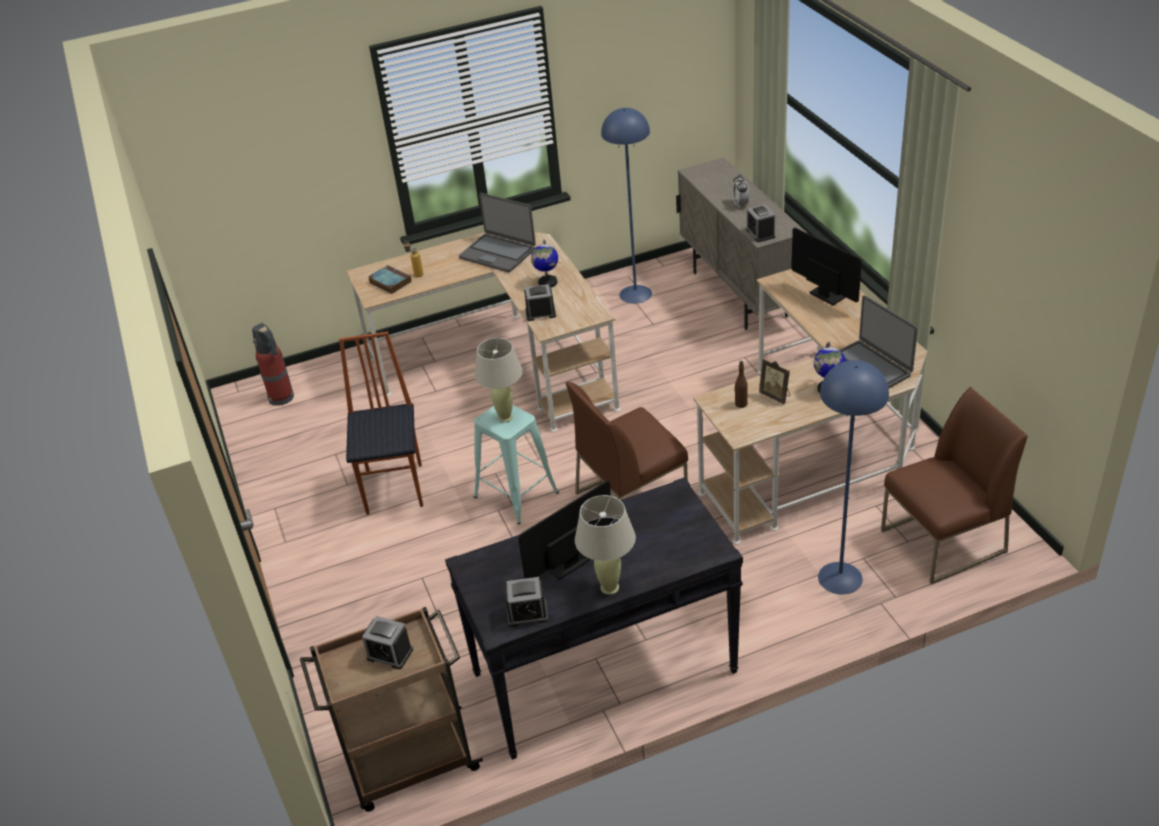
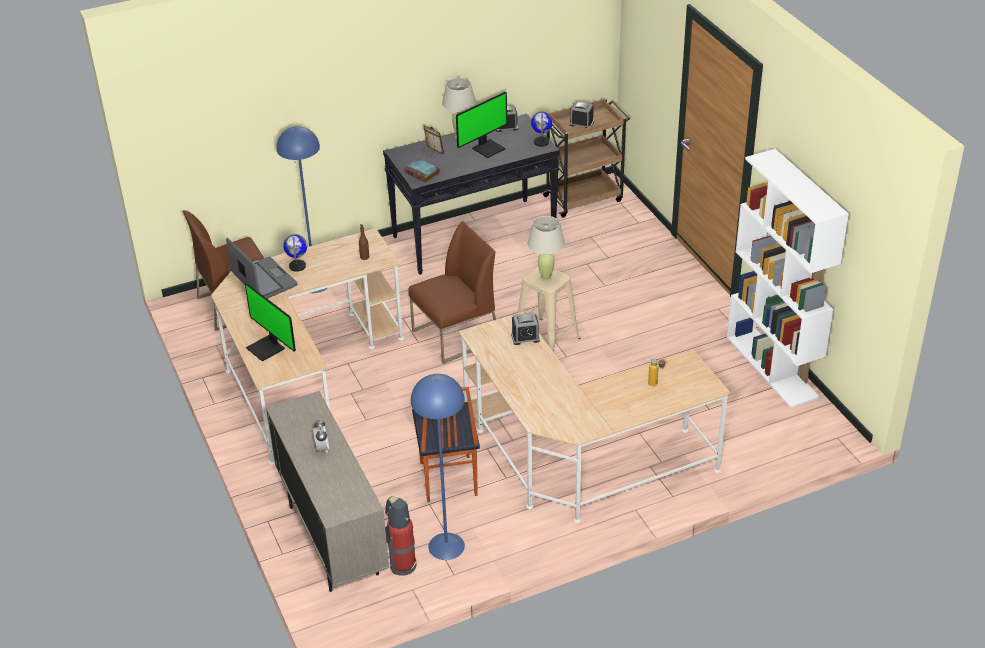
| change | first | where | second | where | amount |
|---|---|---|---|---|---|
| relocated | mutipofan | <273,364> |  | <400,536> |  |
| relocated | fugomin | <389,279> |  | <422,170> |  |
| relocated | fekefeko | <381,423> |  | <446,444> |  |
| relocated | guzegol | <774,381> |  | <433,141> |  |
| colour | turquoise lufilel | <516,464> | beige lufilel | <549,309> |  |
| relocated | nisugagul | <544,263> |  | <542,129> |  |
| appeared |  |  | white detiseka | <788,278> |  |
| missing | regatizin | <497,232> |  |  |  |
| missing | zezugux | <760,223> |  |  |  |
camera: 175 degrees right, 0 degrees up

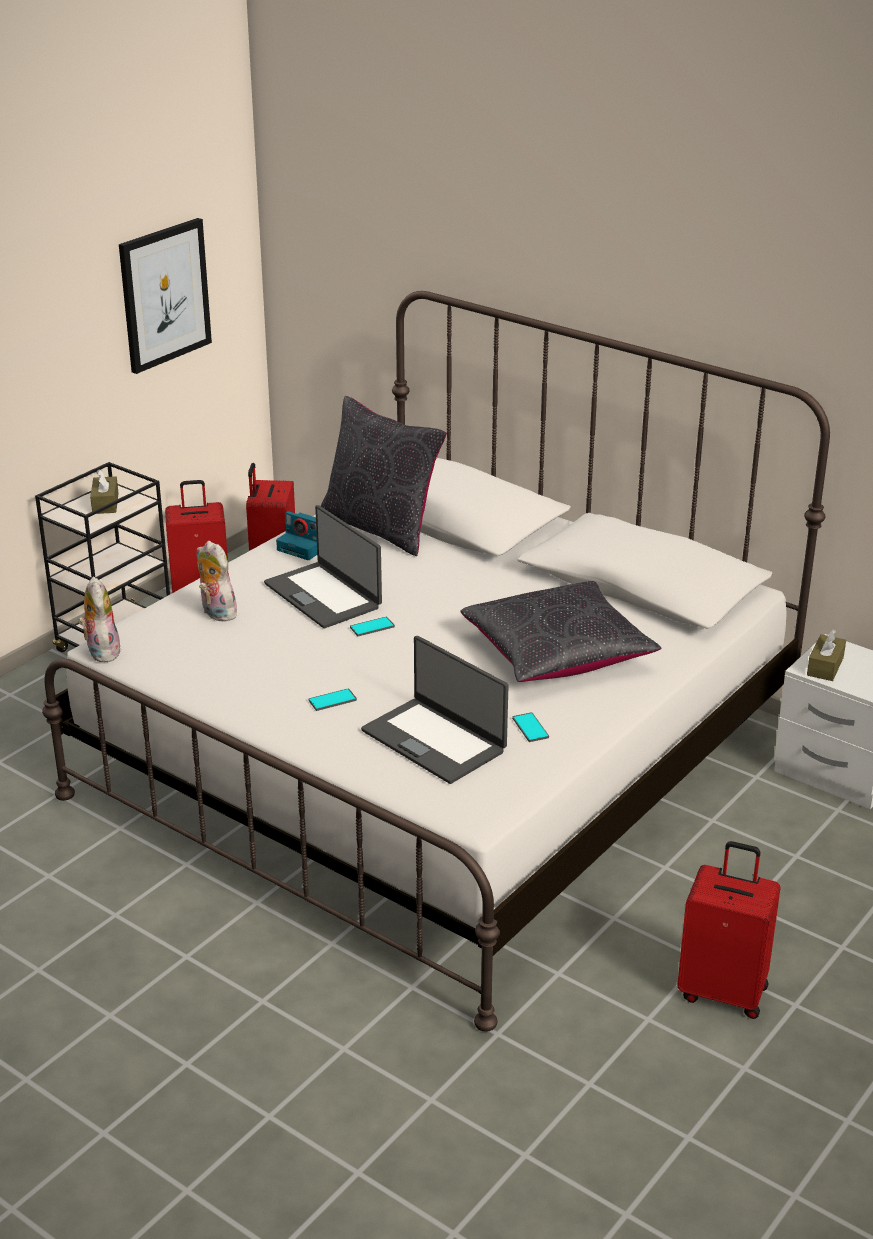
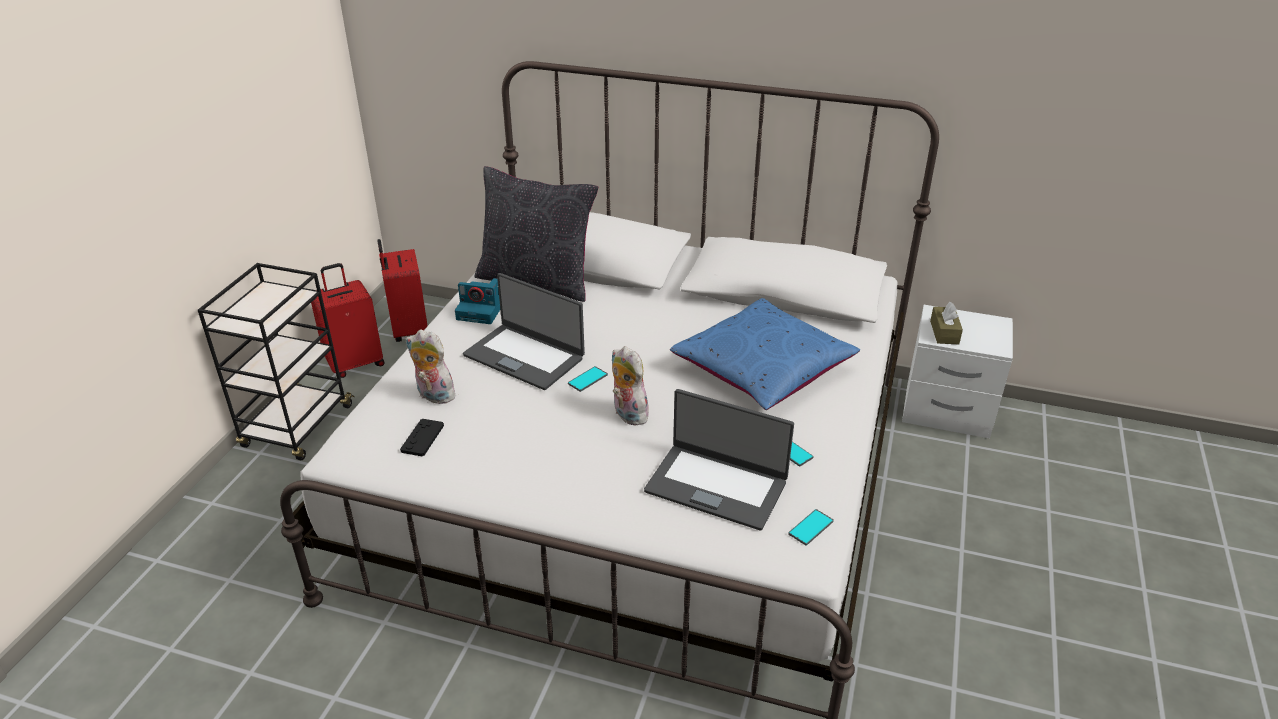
| change | first | where | second | where | amount |
|---|---|---|---|---|---|
| appeared |  |  | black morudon | <422,438> |  |
| relocated | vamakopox | <99,619> |  | <630,386> |  |
| colour | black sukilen | <560,631> | blue sukilen | <765,354> |  |
| relocated | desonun | <333,699> |  | <811,527> |  |
| missing | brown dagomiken | <104,491> |  |  |  |
| missing | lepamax | <165,296> |  |  |  |
| missing | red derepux | <729,930> |  |  |  |
camera: 20 degrees left, 5 degrees up

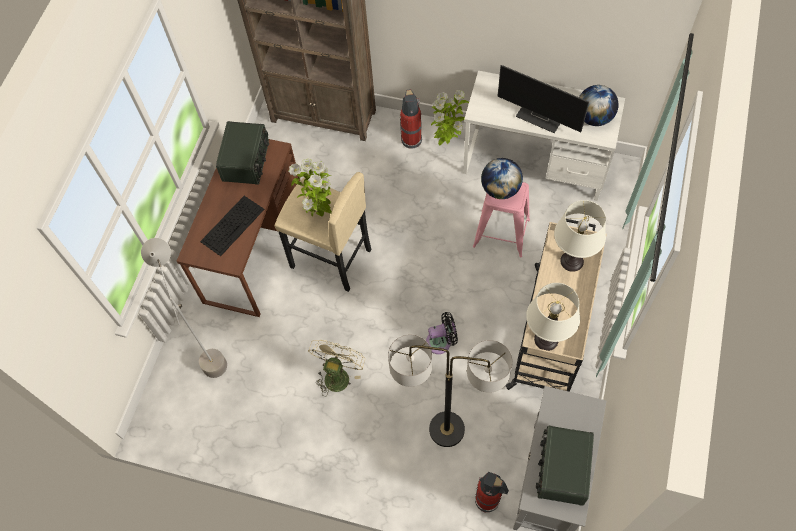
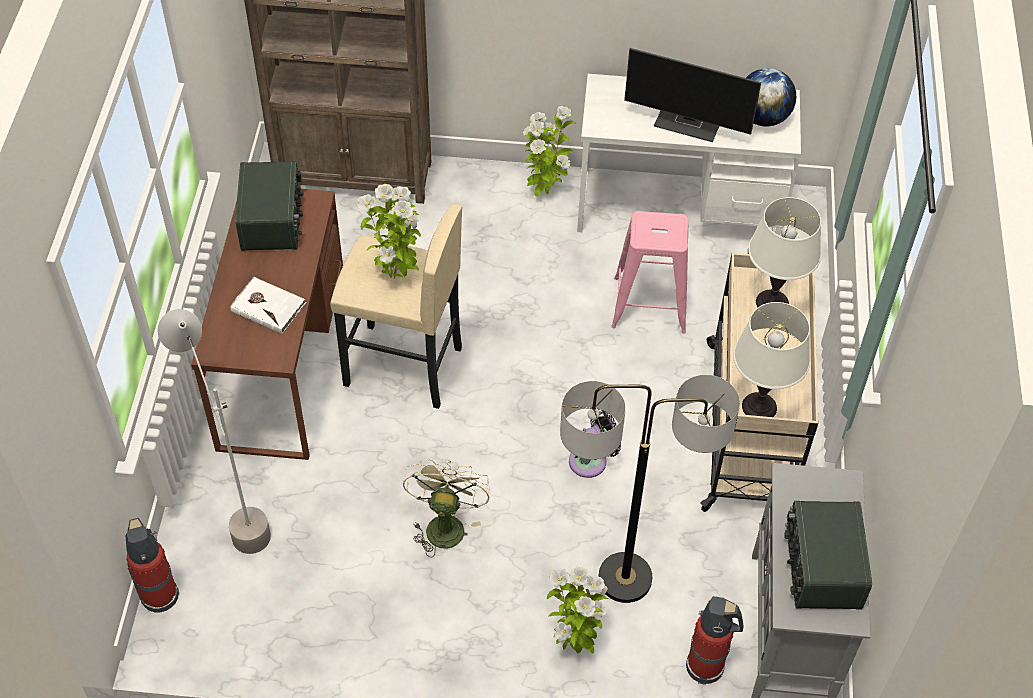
| change | first | where | second | where | amount |
|---|---|---|---|---|---|
| relocated | mutipofan | <411,119> |  | <152,565> |  |
| exchanged | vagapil | <232,226> | white fugomin | <268,305> |  |
| appeared |  |  | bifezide | <578,610> |  |
| missing | nisugagul | <502,178> |  |  |  |
camera: 15 degrees left, 10 degrees down

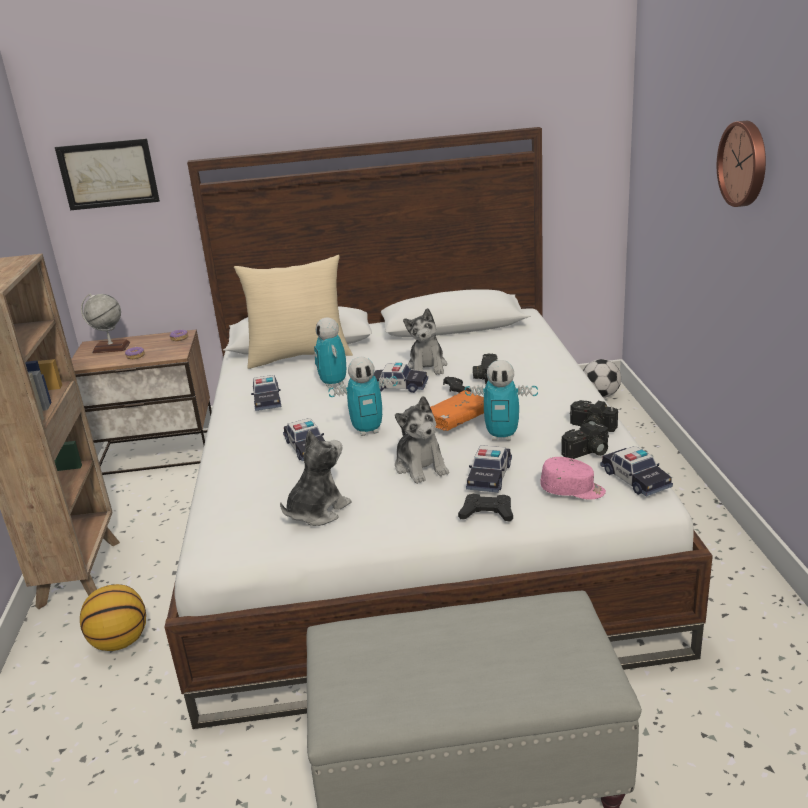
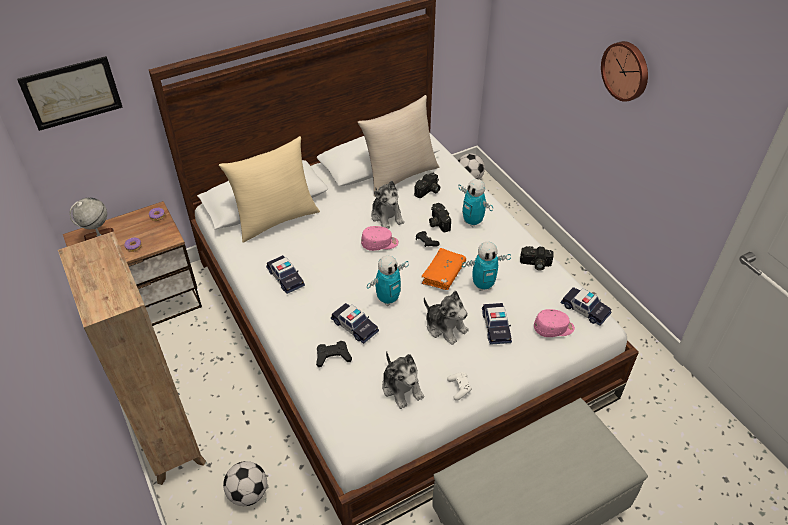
| change | first | where | second | where | amount |
|---|---|---|---|---|---|
| exchanged | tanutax | <113,617> | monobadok | <245,483> |  |
| relocated | black morudon | <485,508> |  | <334,354> |  |
| appeared |  |  | beige sukilen | <398,146> |  |
| exchanged | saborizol | <401,378> | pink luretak | <380,238> |  |
| spun | vamakopox | <316,478> |  | <403,380> | 135 degrees clockwise |
| relocated | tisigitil | <585,441> |  | <427,185> |  |
| appeared |  |  | white morudon | <459,386> |  |
| relocated | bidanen | <330,353> |  | <475,203> |  |
camera: 25 degrees left, 20 degrees up

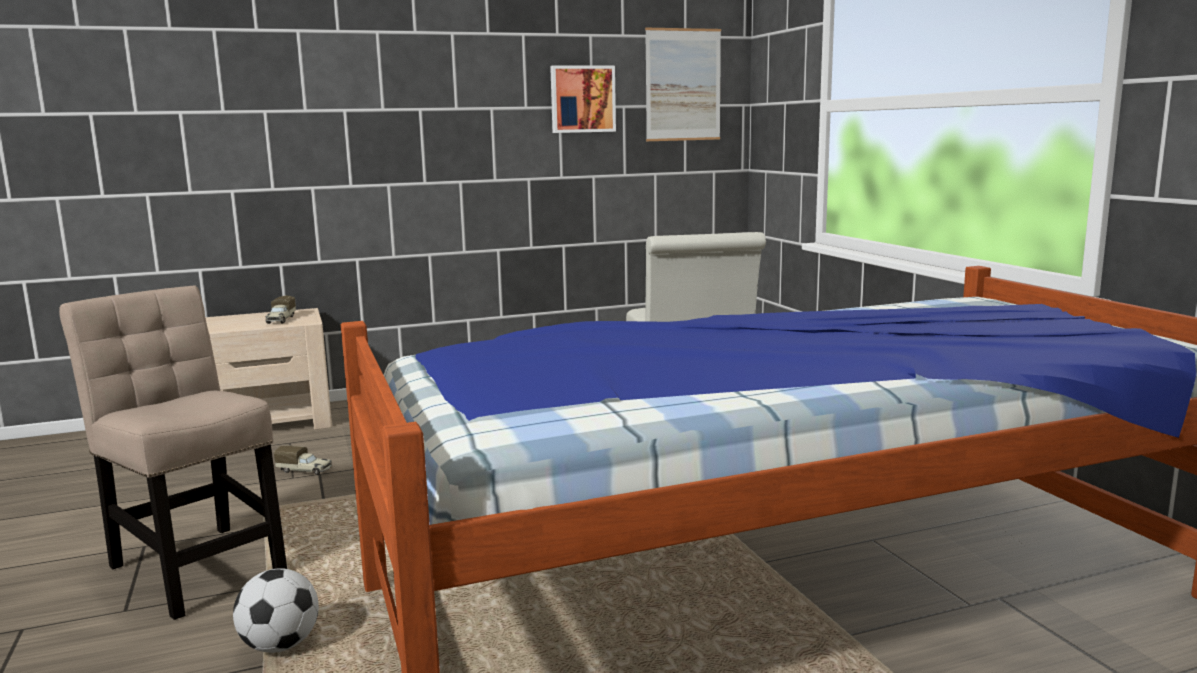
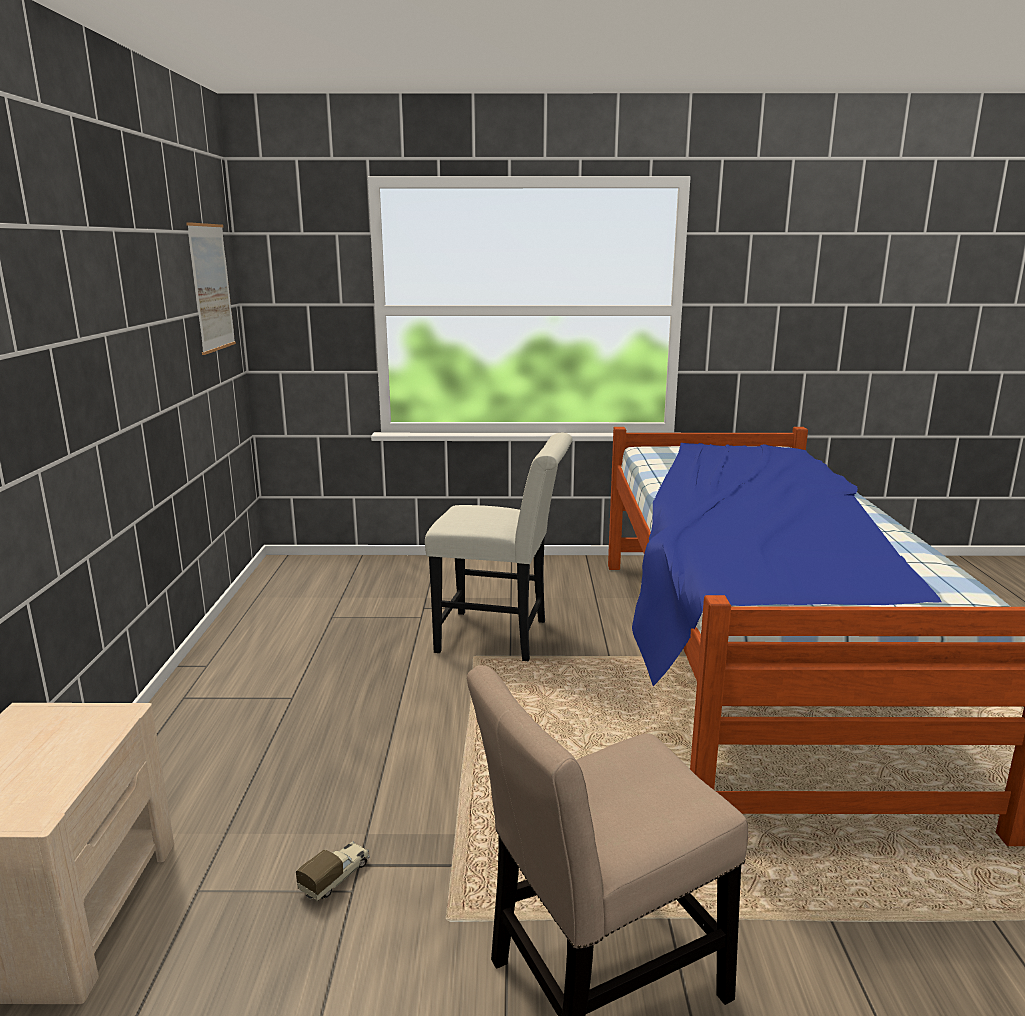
| change | first | where | second | where | amount |
|---|---|---|---|---|---|
| missing | monobadok | <276,610> |  |  |  |
| missing | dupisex | <280,309> |  |  |  |
| missing | lepamax | <583,99> |  |  |  |
camera: 70 degrees left, 5 degrees up

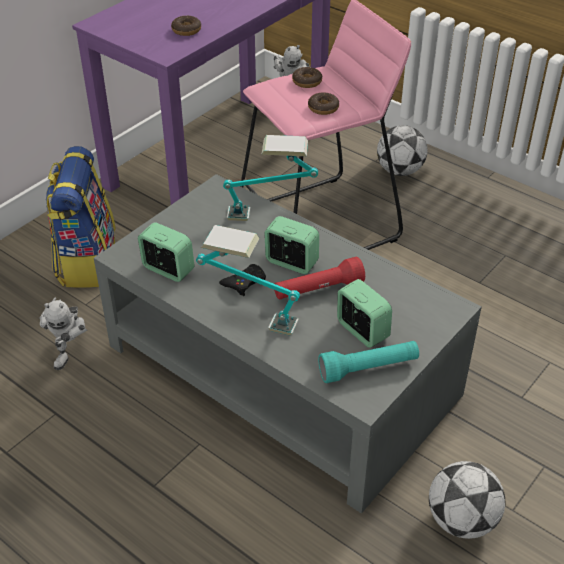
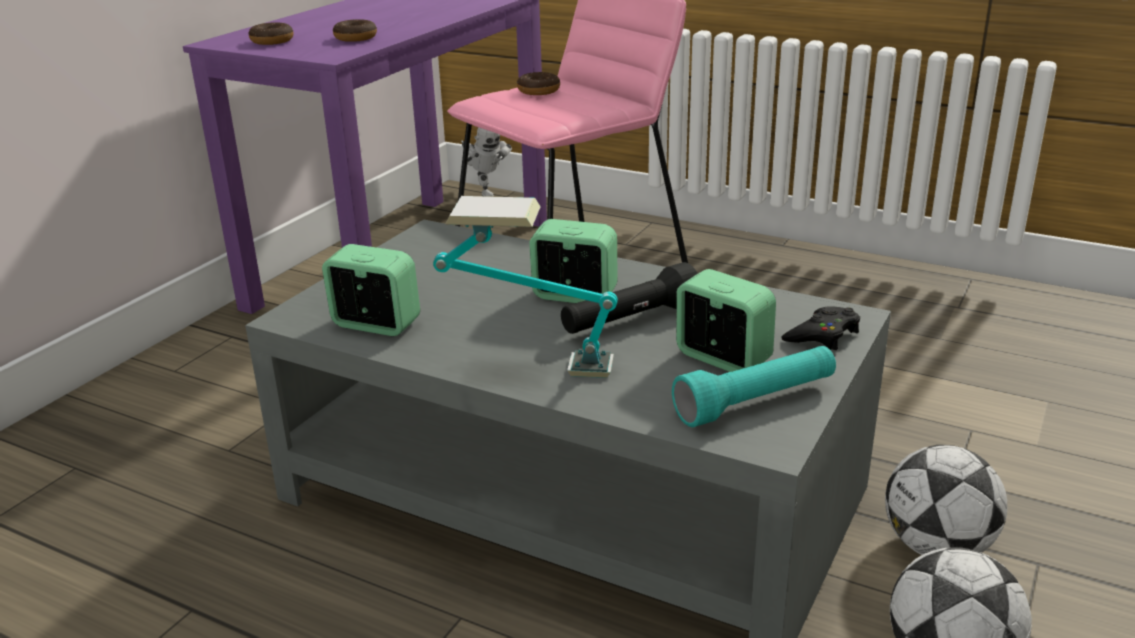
| change | first | where | second | where | amount |
|---|---|---|---|---|---|
| relocated | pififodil | <323,103> |  | <271,33> |  |
| colour | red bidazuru | <319,278> | black bidazuru | <629,298> |  |
| relocated | black morudon | <242,280> |  | <820,328> |  |
| relocated | monobadok | <402,150> |  | <946,500> |  |
| missing | bidanen | <63,333> |  |  |  |
| missing | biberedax | <81,217> |  |  |  |
| missing | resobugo | <270,178> |  |  |  |
camera: 10 degrees left, 15 degrees down

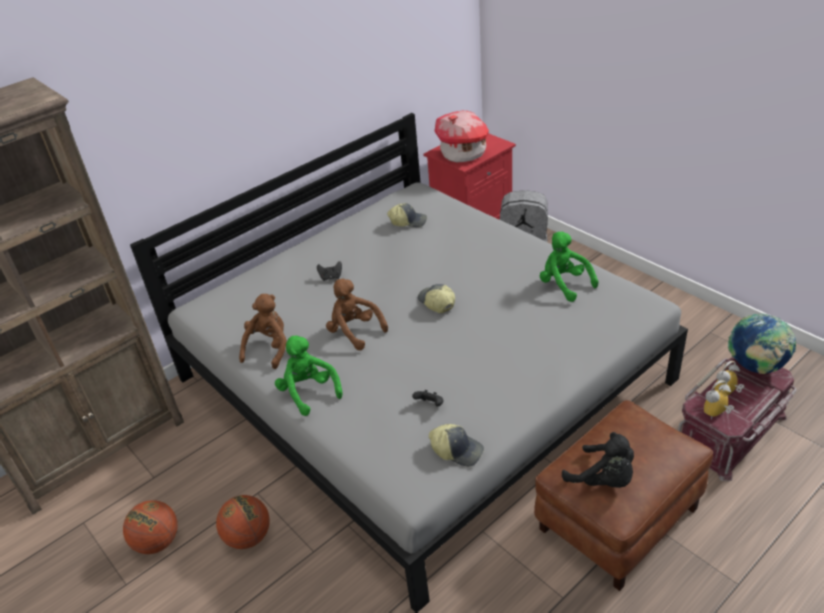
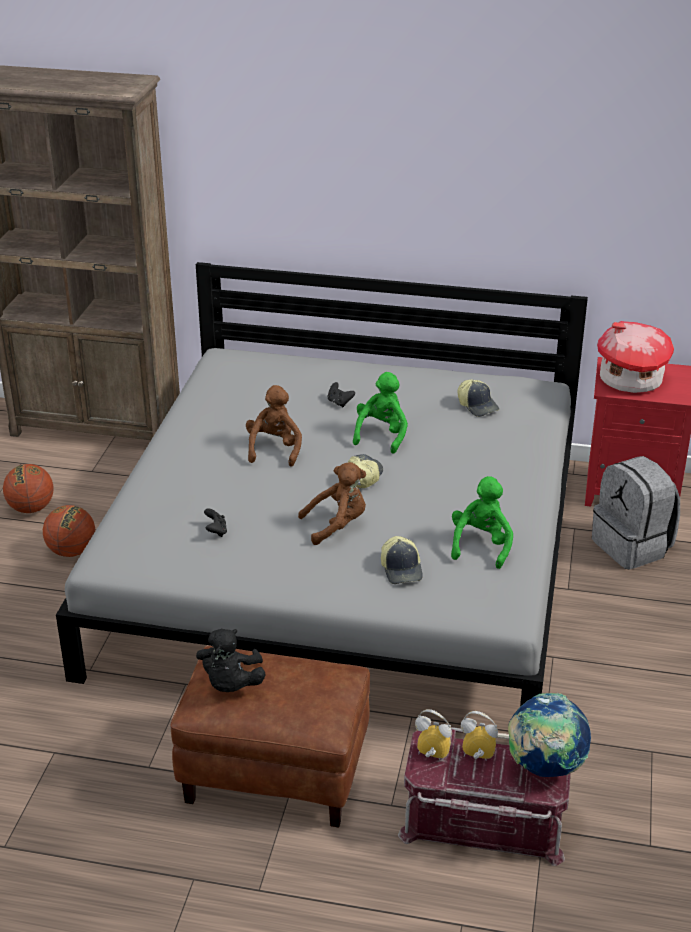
| change | first | where | second | where | amount |
|---|---|---|---|---|---|
| relocated | brown vamakopox | <263,331> |  | <332,503> |  |
| relocated | green vamakopox | <309,376> |  | <380,413> |  |
| relocated | luretak | <456,445> |  | <402,560> |  |
camera: 50 degrees right, 5 degrees down

